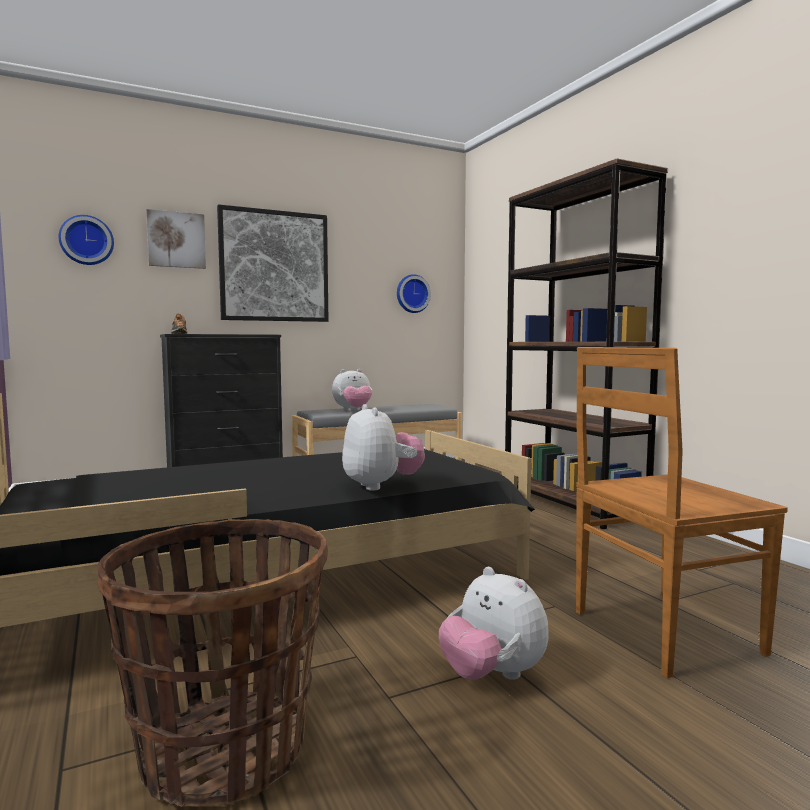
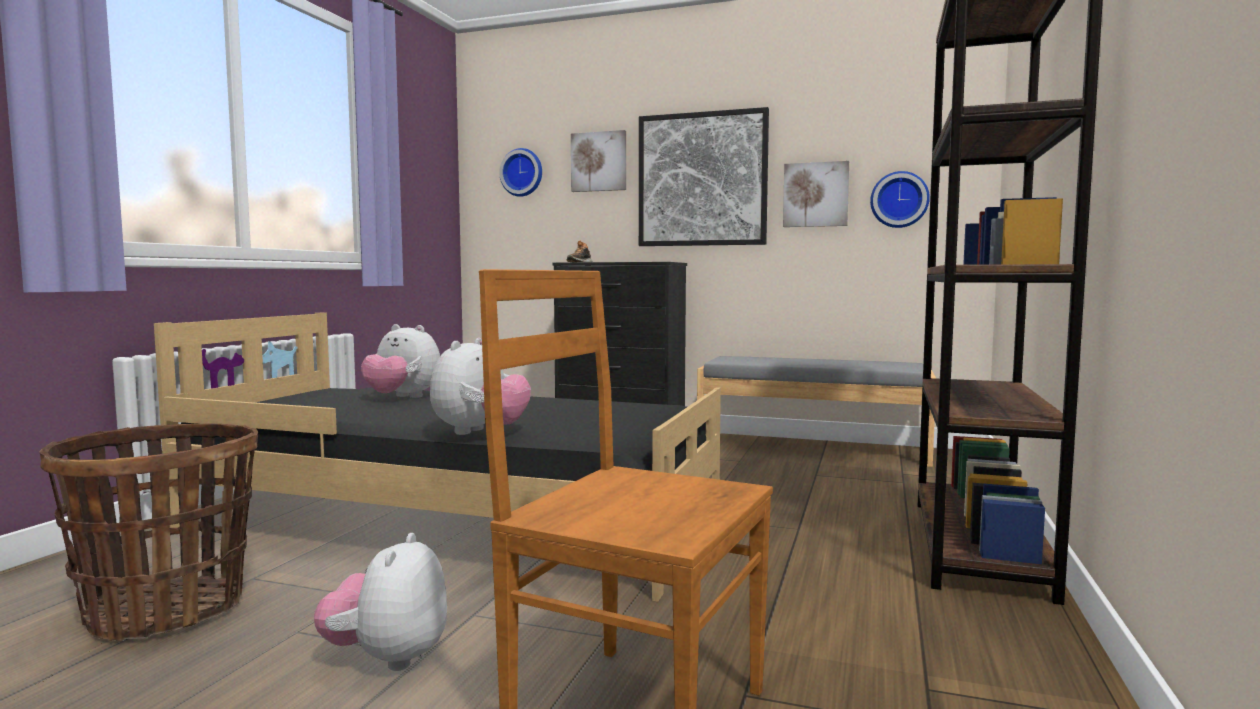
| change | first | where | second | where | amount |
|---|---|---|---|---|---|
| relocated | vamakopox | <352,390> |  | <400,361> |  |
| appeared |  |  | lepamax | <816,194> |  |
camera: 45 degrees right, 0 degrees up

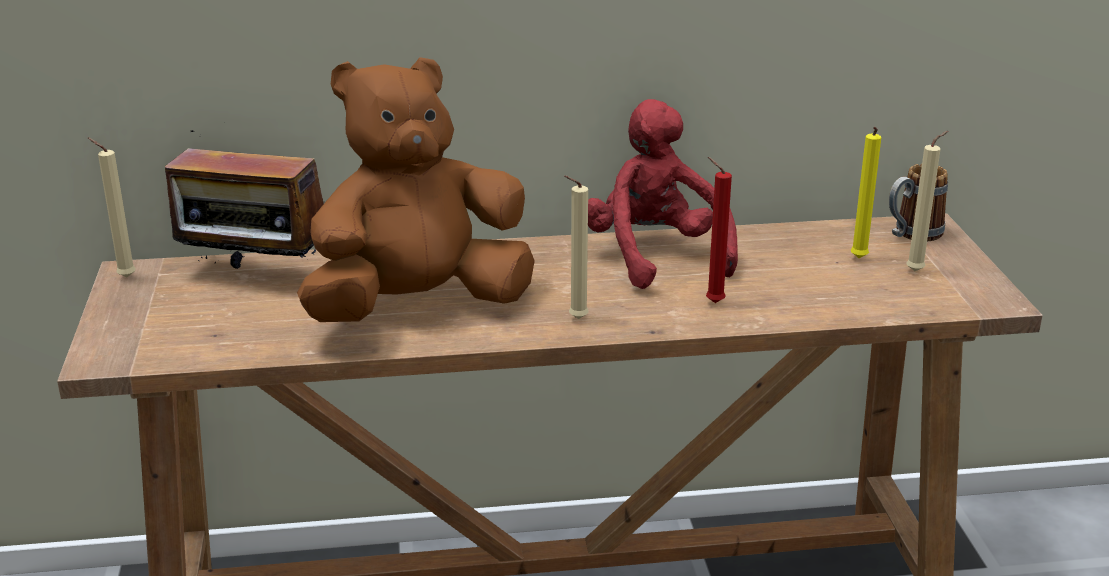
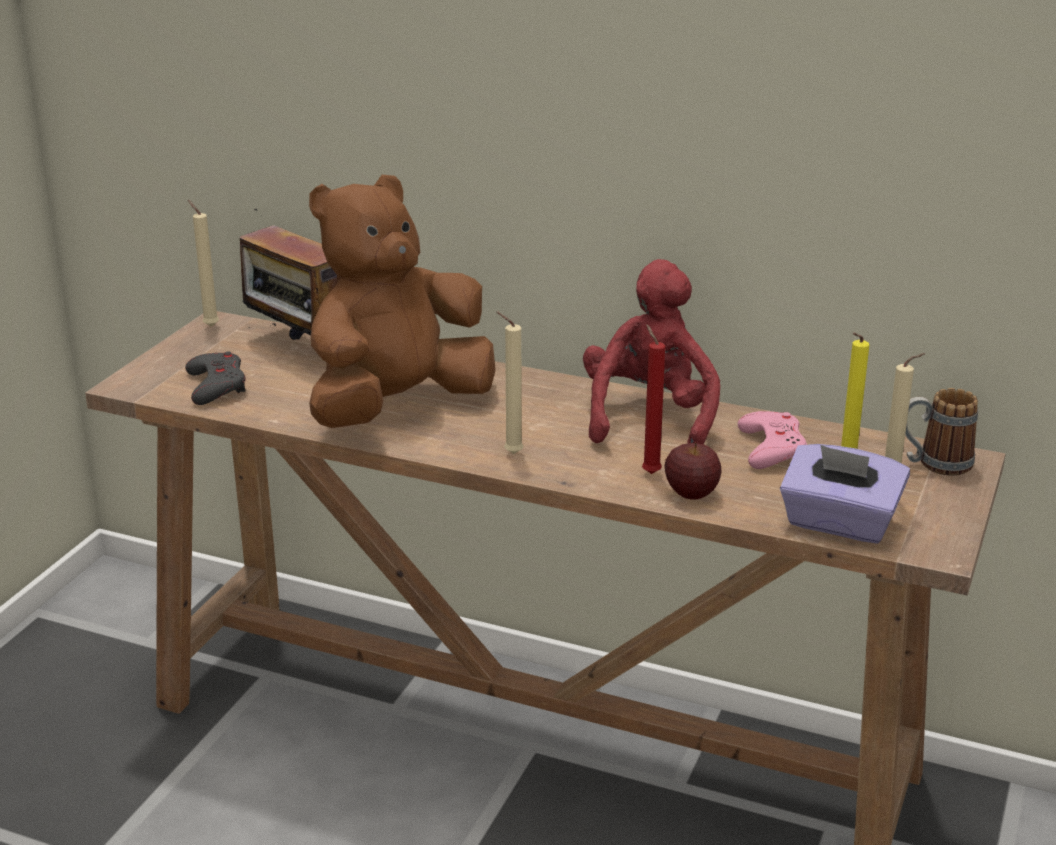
| change | first | where | second | where | amount |
|---|---|---|---|---|---|
| appeared |  |  | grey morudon | <215,378> |  |
| spun | brown vamakopox | <416,189> |  | <402,301> | 45 degrees counterclockwise |
| appeared |  |  | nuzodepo | <693,471> |  |
| appeared |  |  | pink morudon | <772,440> |  |
| appeared |  |  | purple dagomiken | <845,494> |  |
camera: 30 degrees right, 0 degrees up

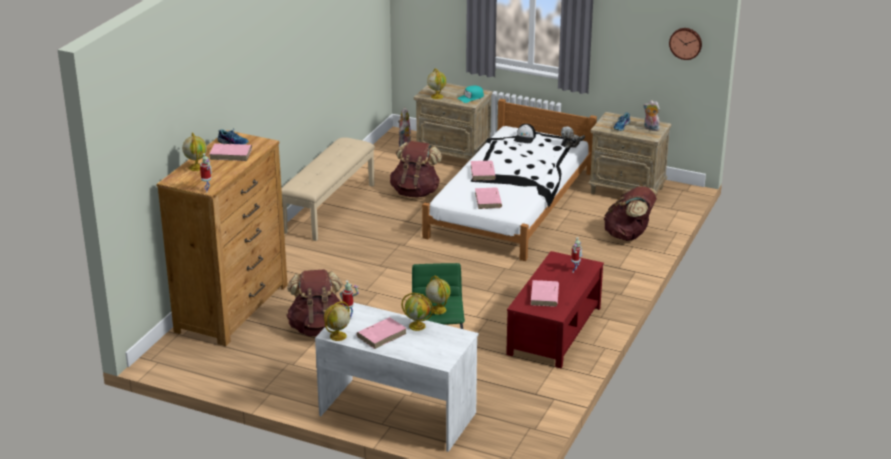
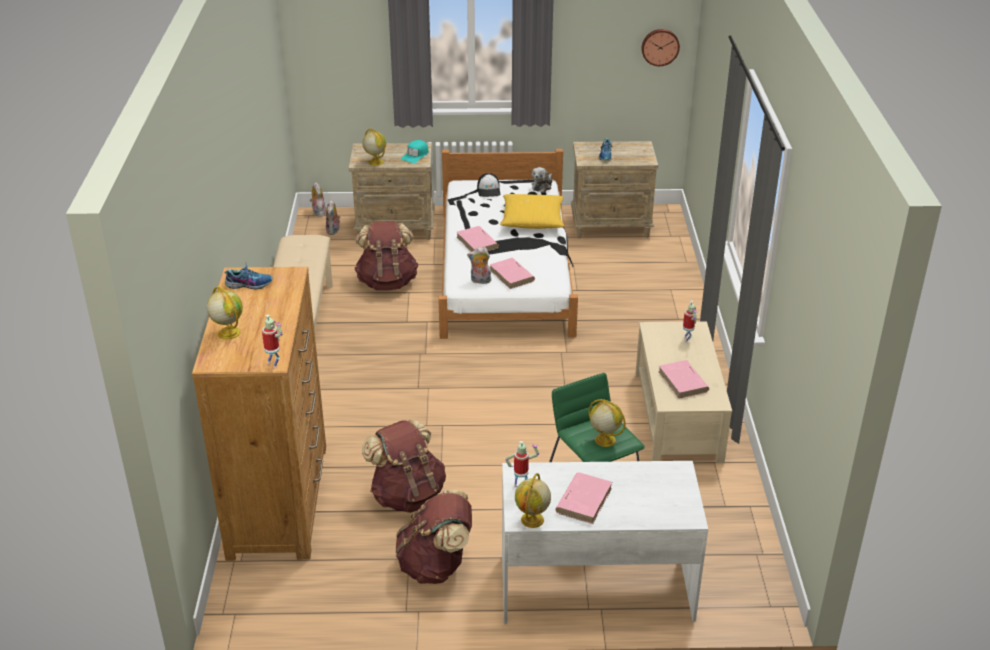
| change | first | where | second | where | amount |
|---|---|---|---|---|---|
| relocated | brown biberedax | <630,213> |  | <434,537> |  |
| relocated | vamakopox | <651,115> |  | <479,265> |  |
| appeared |  |  | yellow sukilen | <532,211> |  |
| colour | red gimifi | <555,309> | beige gimifi | <683,392> |  |
| missing | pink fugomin | <230,152> |  |  |  |
| missing | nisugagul | <417,312> |  |  |  |
camera: 25 degrees left, 5 degrees up

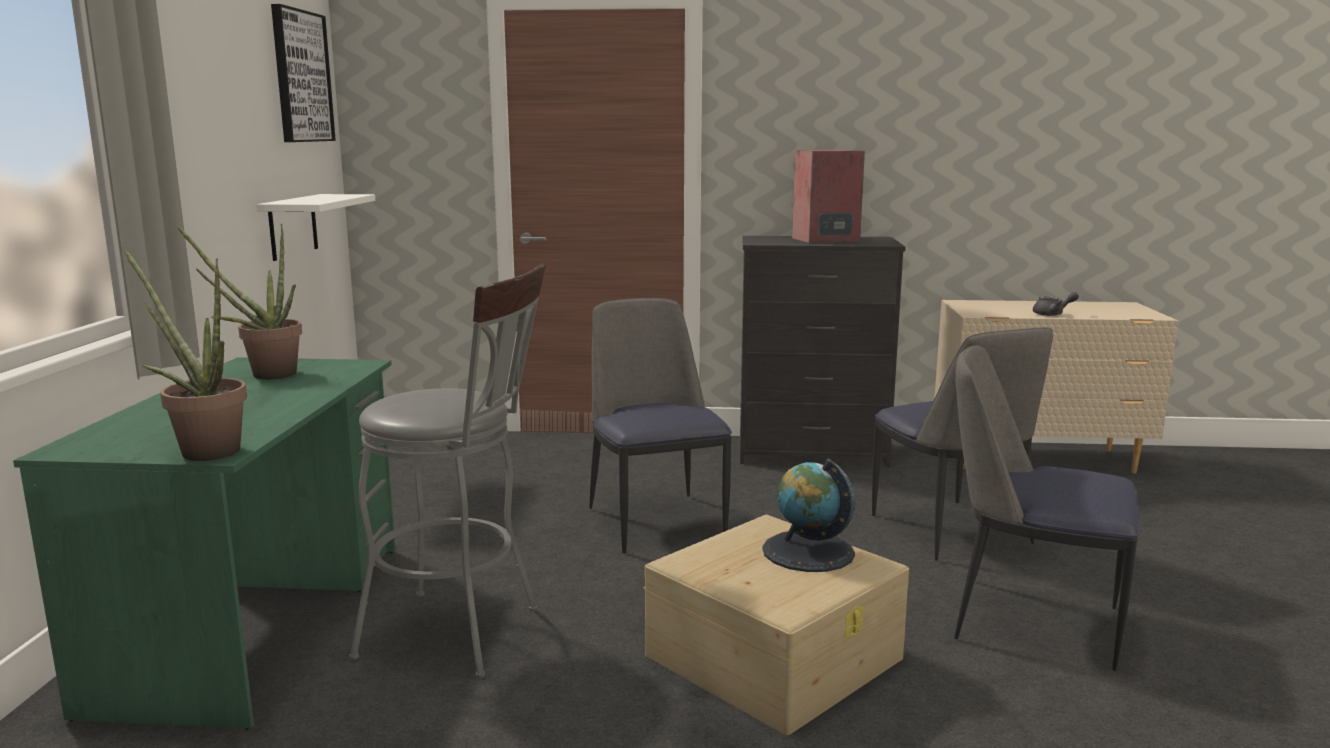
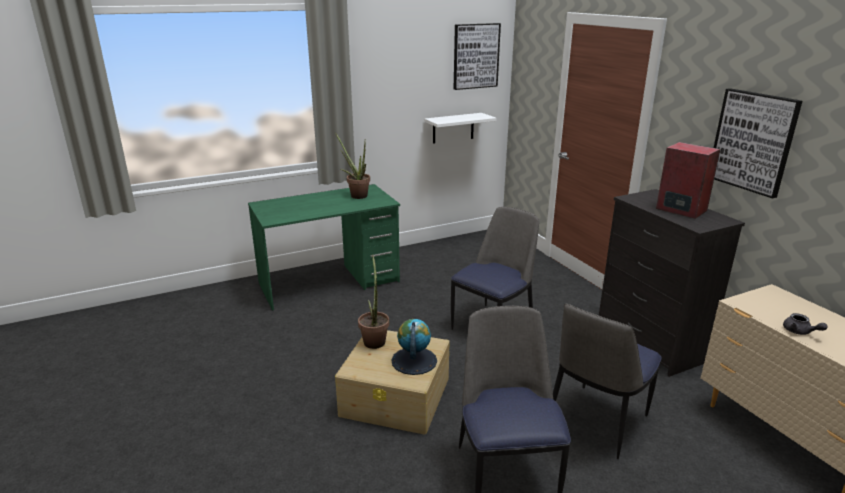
| change | first | where | second | where | amount |
|---|---|---|---|---|---|
| relocated | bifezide | <184,354> |  | <373,301> |  |
| appeared |  |  | lepamax | <758,143> |  |
| missing | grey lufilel | <447,470> |  |  |  |
camera: 60 degrees right, 10 degrees up

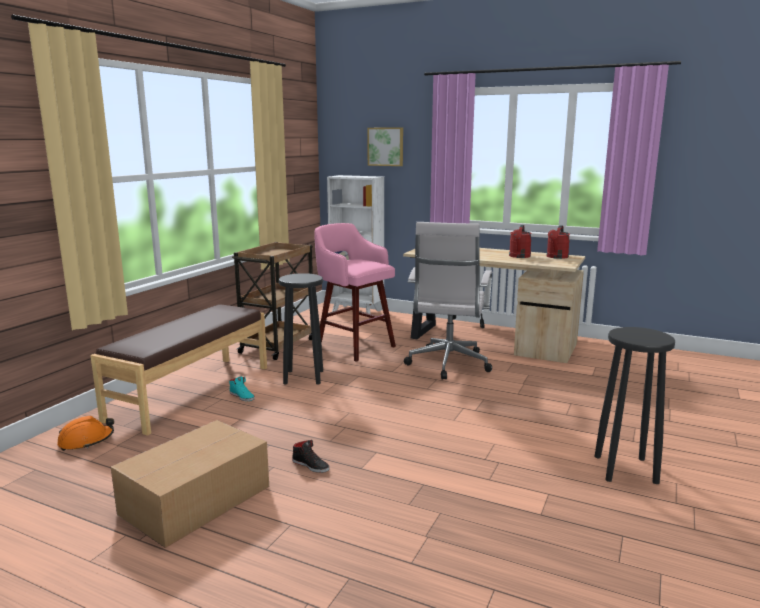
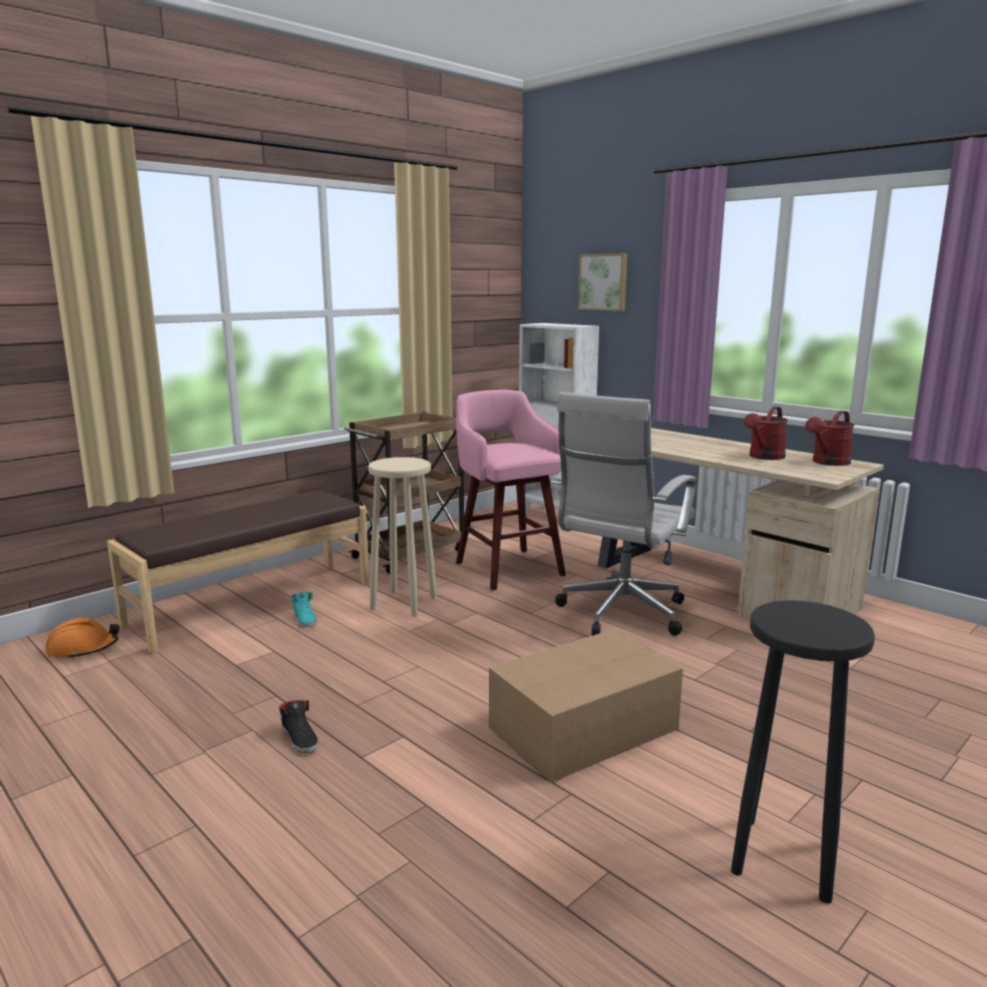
| change | first | where | second | where | amount |
|---|---|---|---|---|---|
| colour | black lufilel | <301,329> | beige lufilel | <402,537> |  |
| relocated | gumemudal | <190,484> |  | <586,706> |  |
camera: 20 degrees right, 0 degrees up

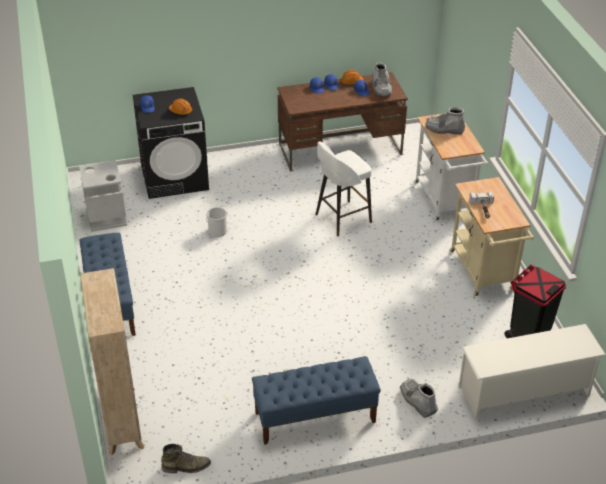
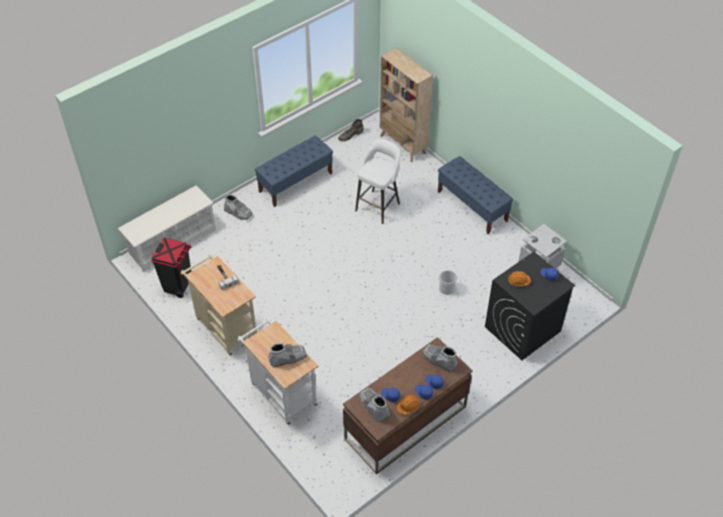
| change | first | where | second | where | amount |
|---|---|---|---|---|---|
| relocated | white lufilel | <343,188> |  | <377,181> |  |
| appeared |  |  | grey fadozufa | <440,358> |  |
camera: 155 degrees right, 10 degrees up

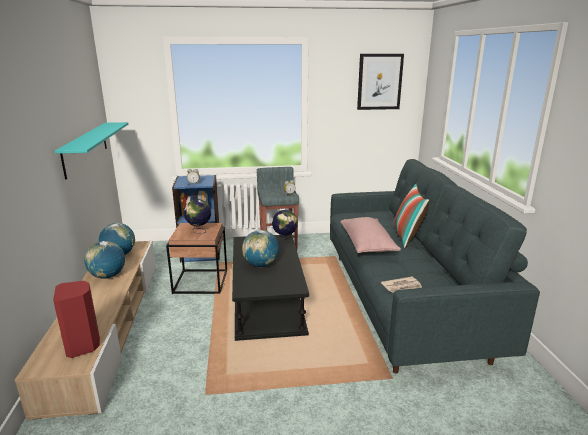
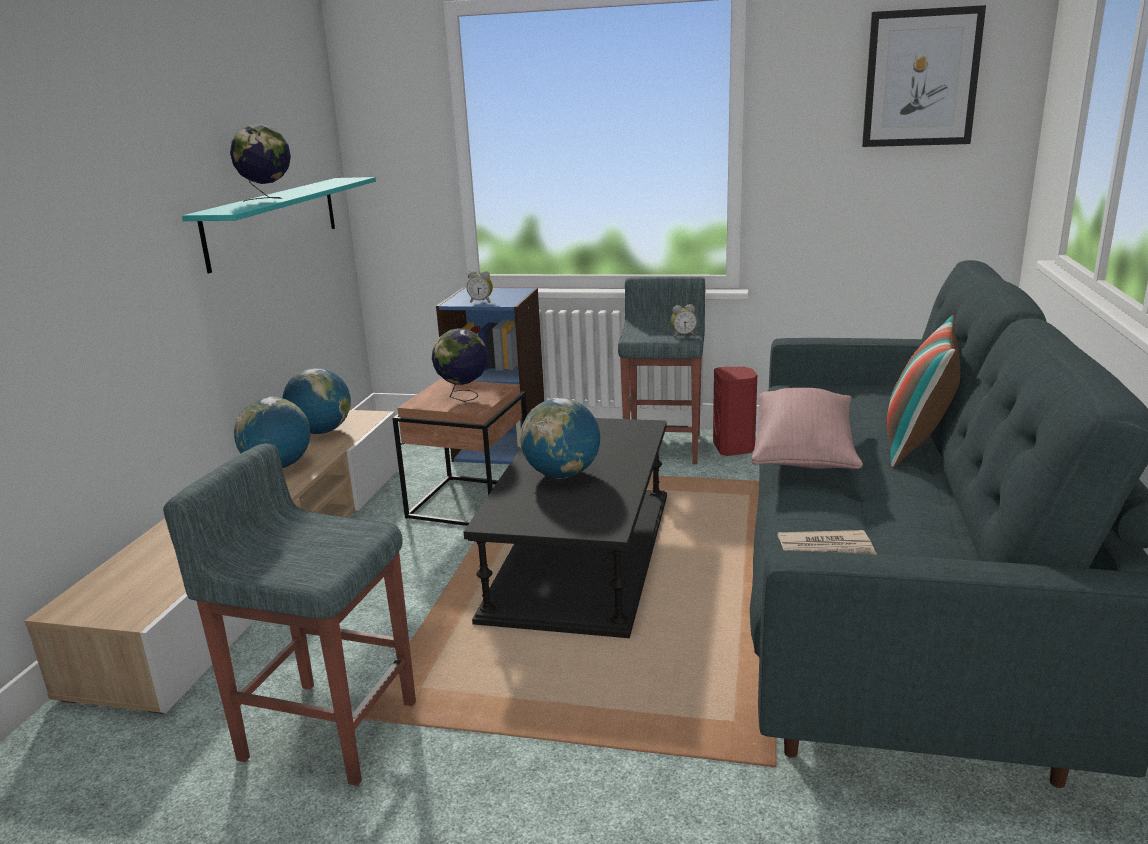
| change | first | where | second | where | amount |
|---|---|---|---|---|---|
| appeared |  |  | grey lufilel | <289,614> |  |
| relocated | nisugagul | <285,226> |  | <260,163> |  |
| relocated | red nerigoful | <76,319> |  | <735,411> |  |
camera: 20 degrees right, 0 degrees up

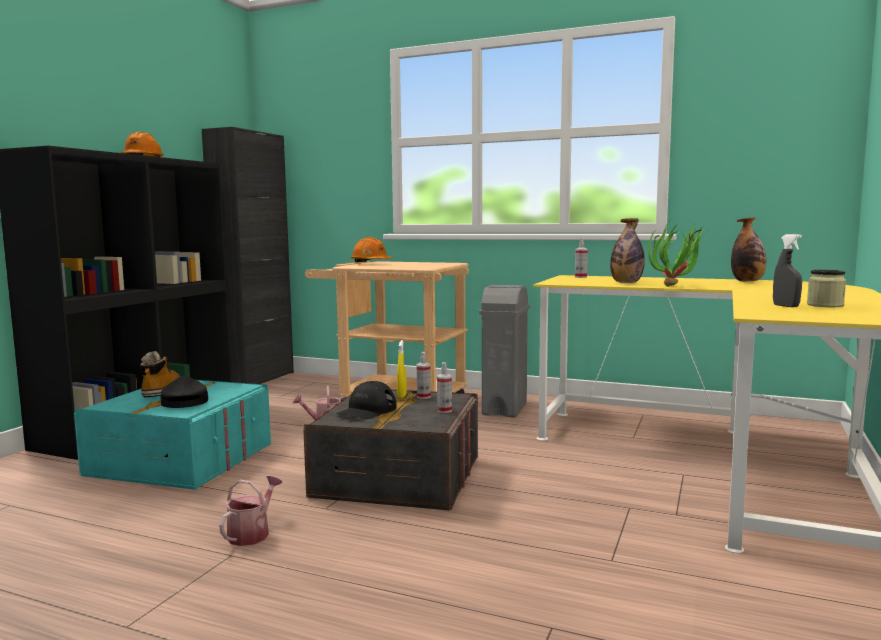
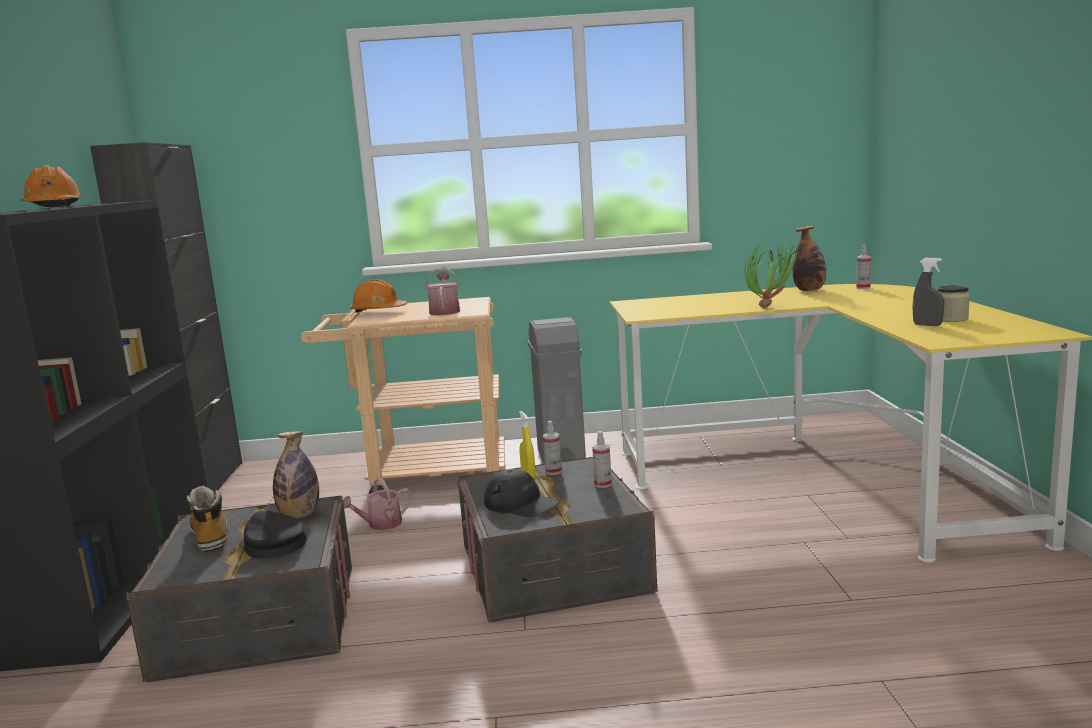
| change | first | where | second | where | amount |
|---|---|---|---|---|---|
| colour | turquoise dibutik | <172,435> | grey dibutik | <239,589> |  |
| relocated | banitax | <627,250> |  | <296,474> |  |
| relocated | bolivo | <250,511> |  | <442,291> |  |
| spun | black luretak | <366,400> |  | <522,493> | 60 degrees counterclockwise |
| relocated | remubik | <581,258> |  | <863,267> |  |
camera: 25 degrees left, 5 degrees up

